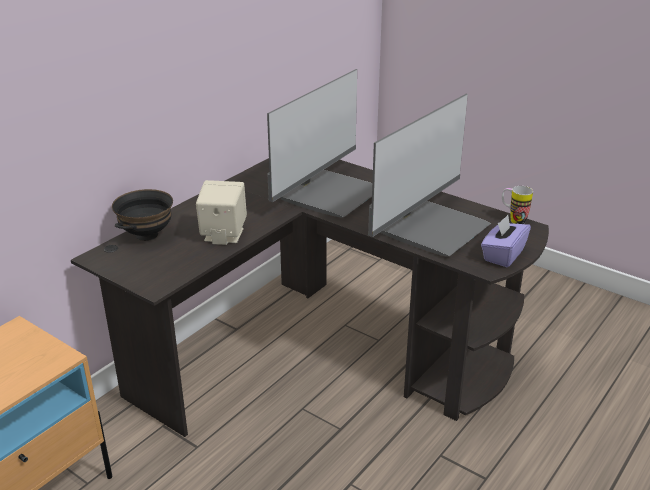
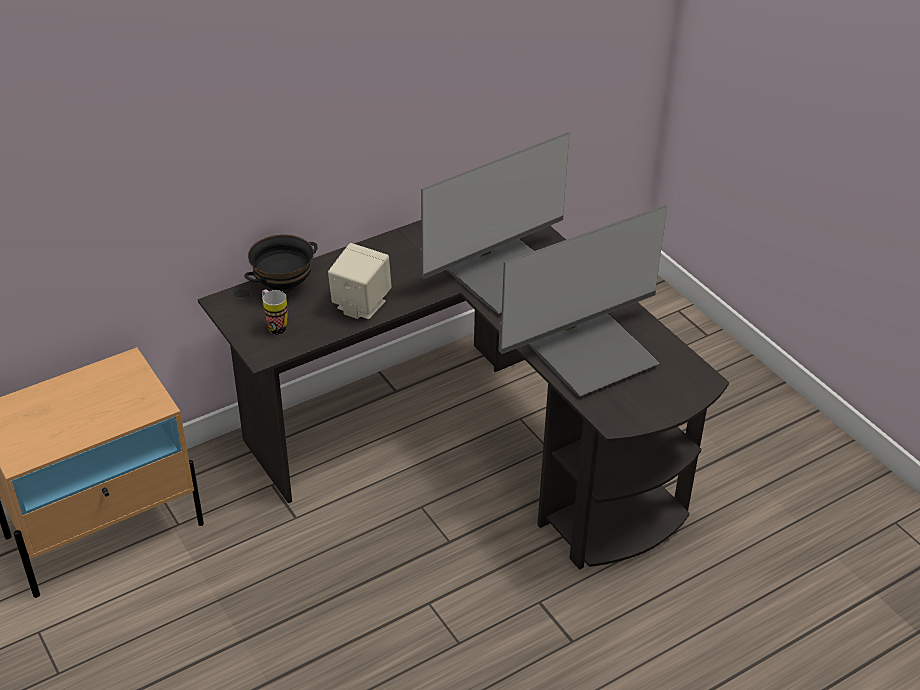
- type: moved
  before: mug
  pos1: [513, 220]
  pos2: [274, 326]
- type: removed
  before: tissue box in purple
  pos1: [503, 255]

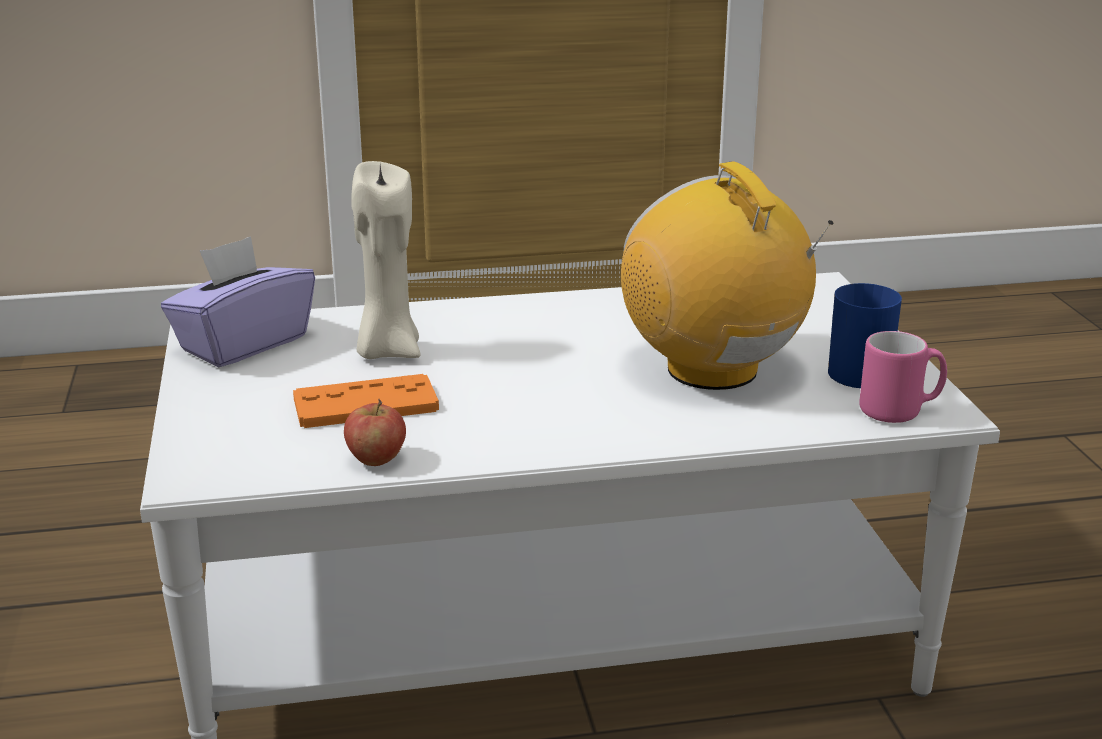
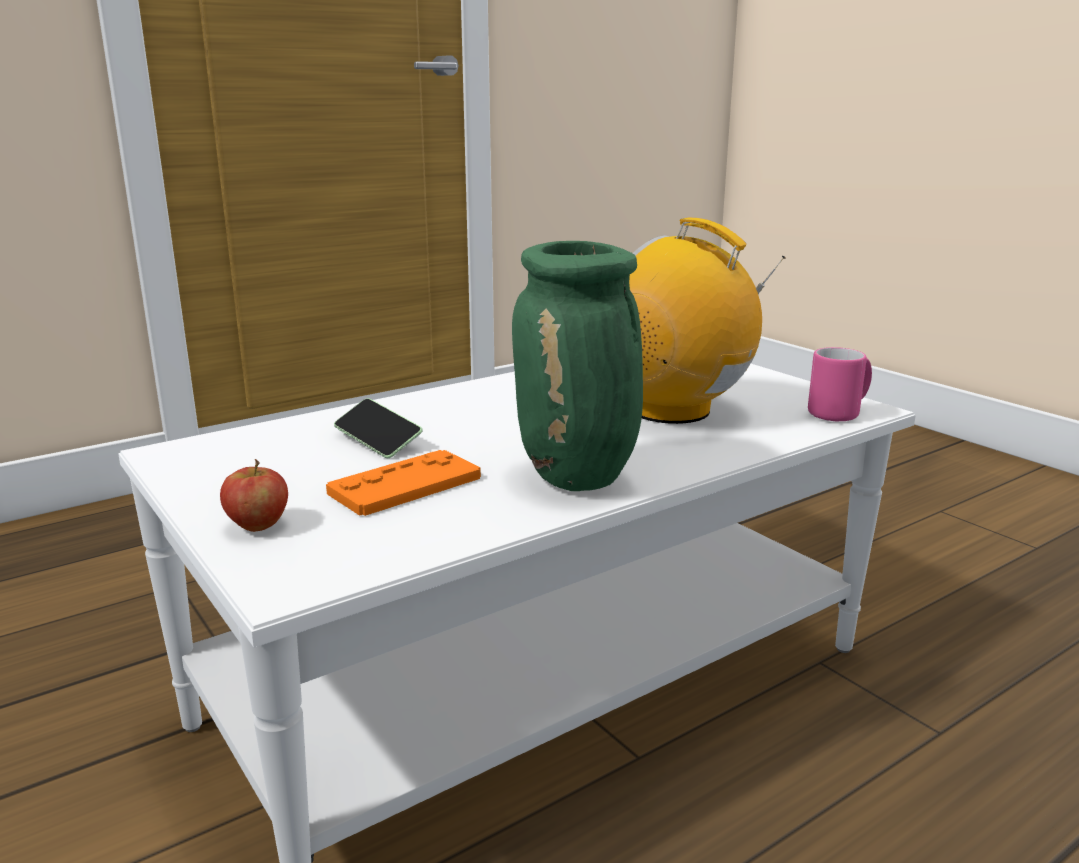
- type: moved
  before: apple
  pos1: [376, 459]
  pos2: [257, 525]
- type: replaced
  before: candle in beige
  after: phone
  pos1: [387, 351]
  pos2: [378, 441]
- type: added
  after: vase in green
  pos2: [578, 478]
- type: removed
  before: tissue box in purple
  pos1: [243, 344]
- type: removed
  before: mug in blue
  pos1: [857, 370]

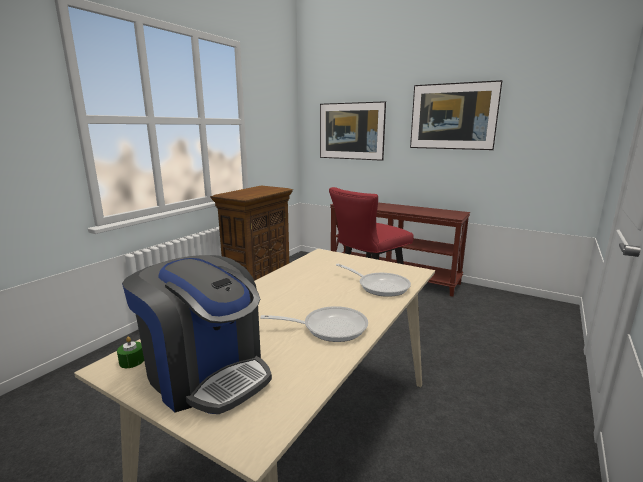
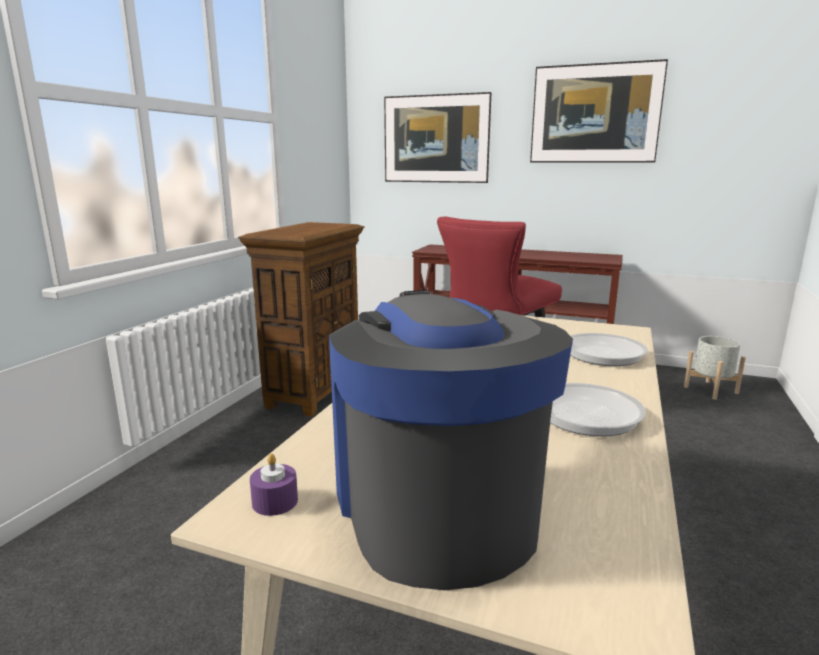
- type: recoloured
  before: candle in green
  after: candle in purple
  pos1: [132, 361]
  pos2: [275, 501]
- type: turned
  before: coffee machine
  pos1: [206, 373]
  pos2: [433, 507]
  turn: -135
- type: added
  after: planter in grey
  pos2: [710, 390]

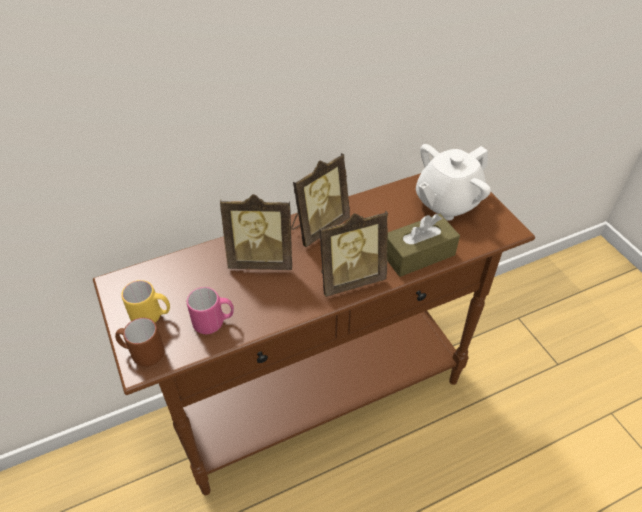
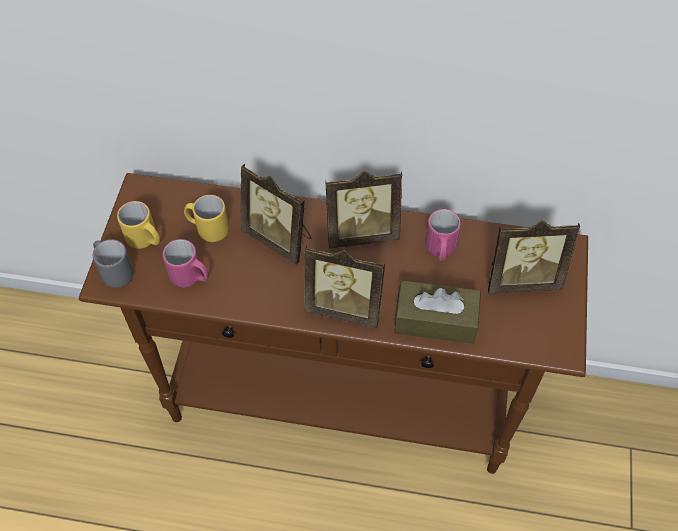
- type: recoloured
  before: mug in brown
  after: mug in grey
  pos1: [143, 353]
  pos2: [114, 271]
- type: added
  after: mug in yellow
  pos2: [208, 229]
- type: added
  after: mug in pink
  pos2: [440, 250]
- type: replaced
  before: teapot in white
  after: picture frame
  pos1: [446, 202]
  pos2: [521, 279]

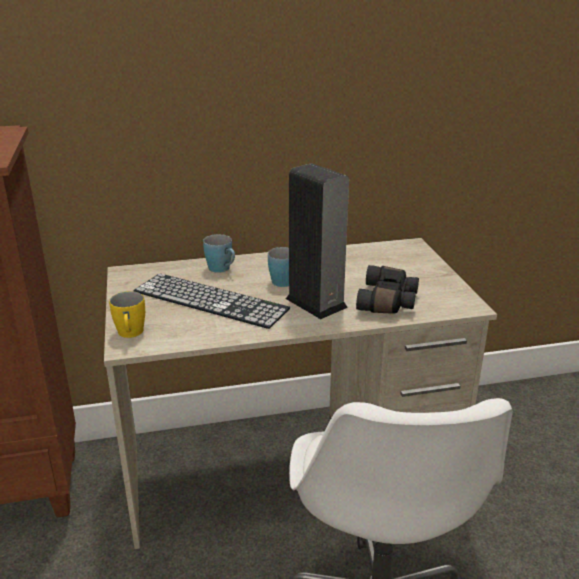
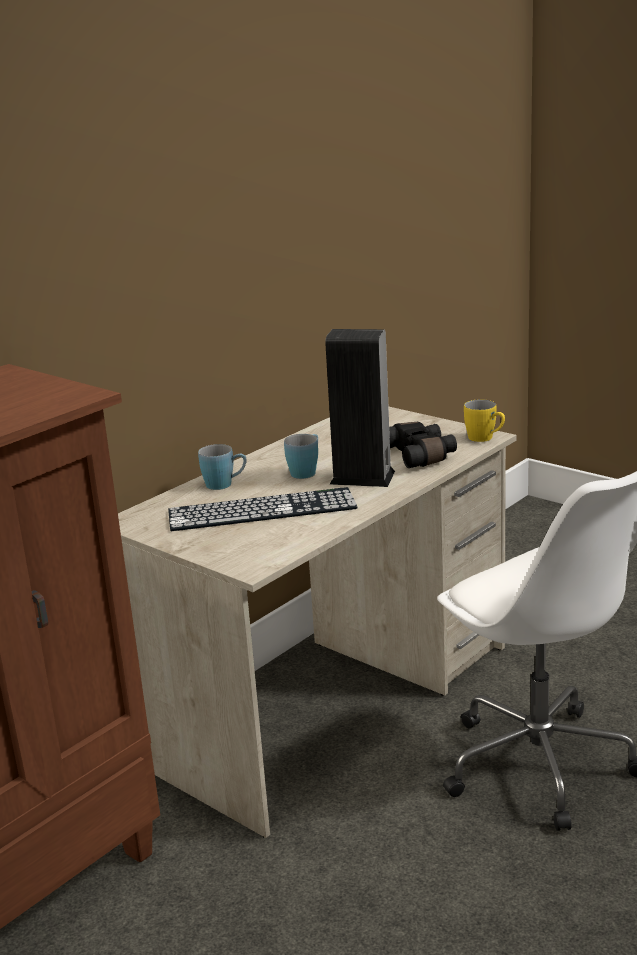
- type: moved
  before: mug in yellow
  pos1: [130, 334]
  pos2: [485, 438]

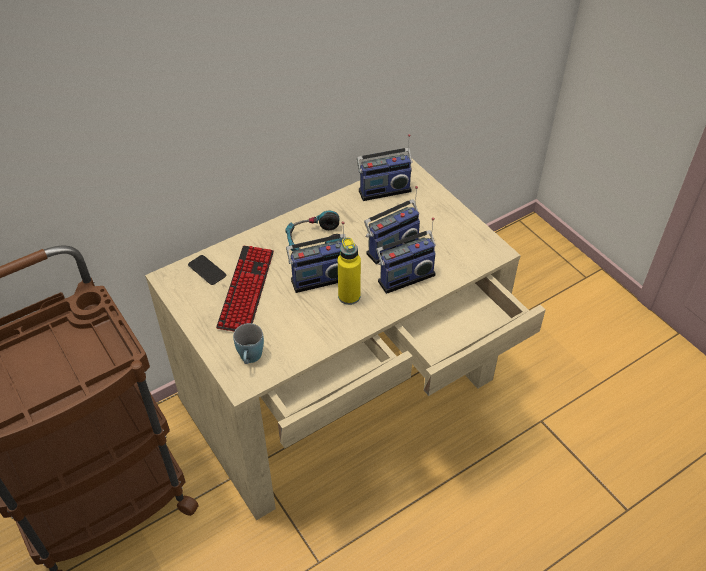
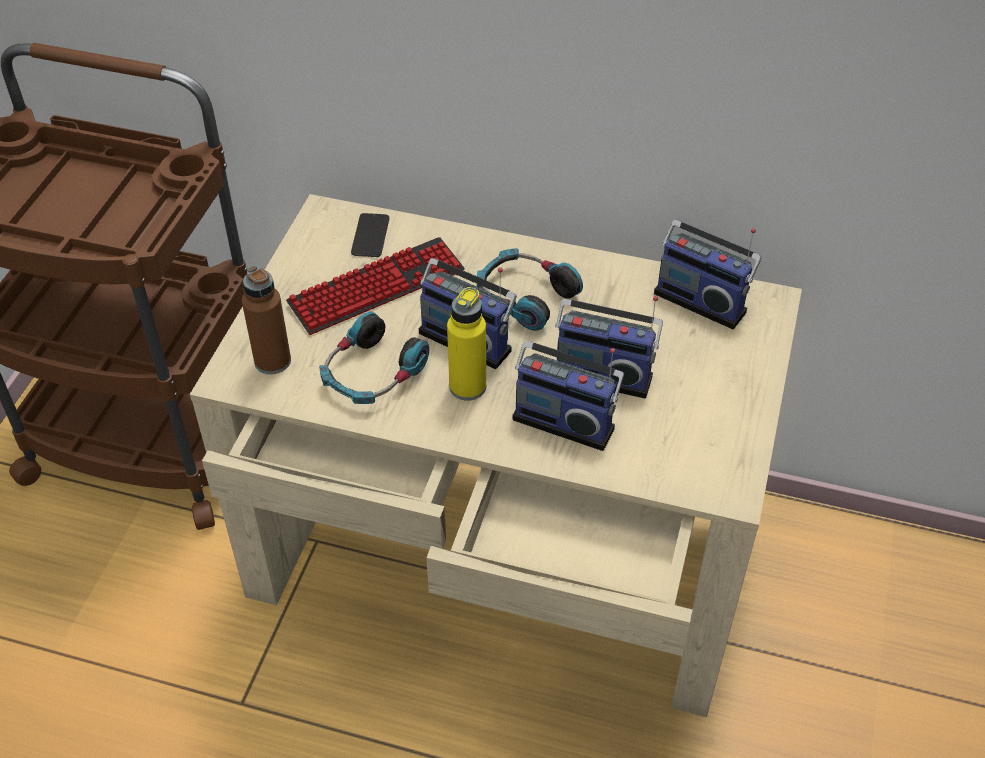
- type: replaced
  before: mug in blue
  after: bottle in brown
  pos1: [250, 359]
  pos2: [272, 361]
- type: added
  after: headphones
  pos2: [372, 373]

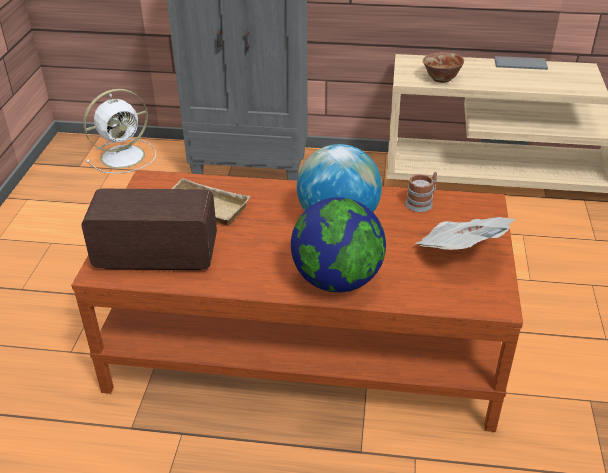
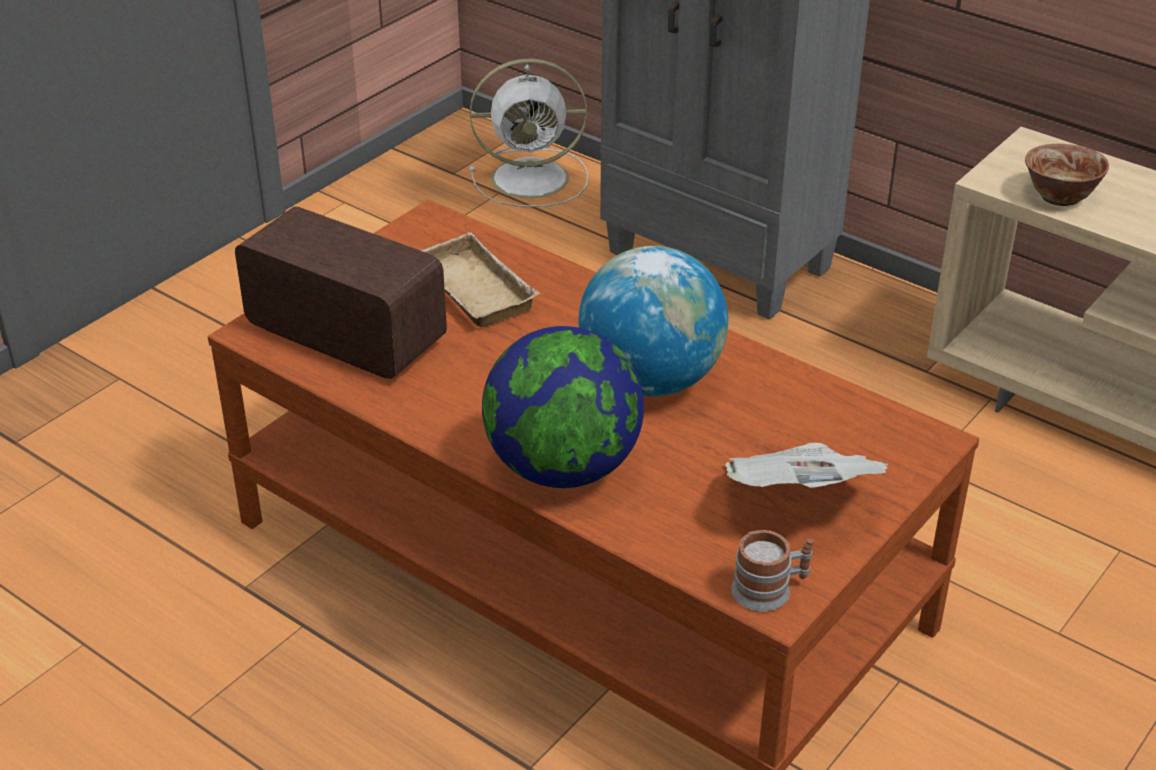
- type: moved
  before: mug
  pos1: [422, 202]
  pos2: [770, 590]

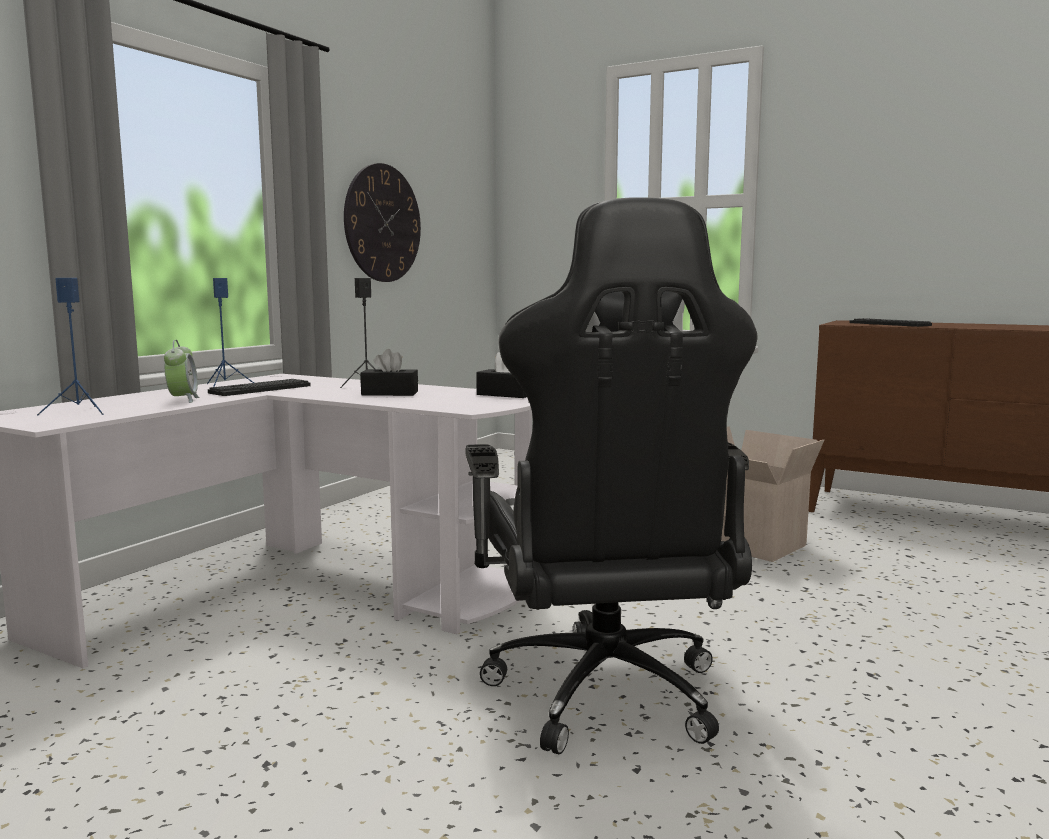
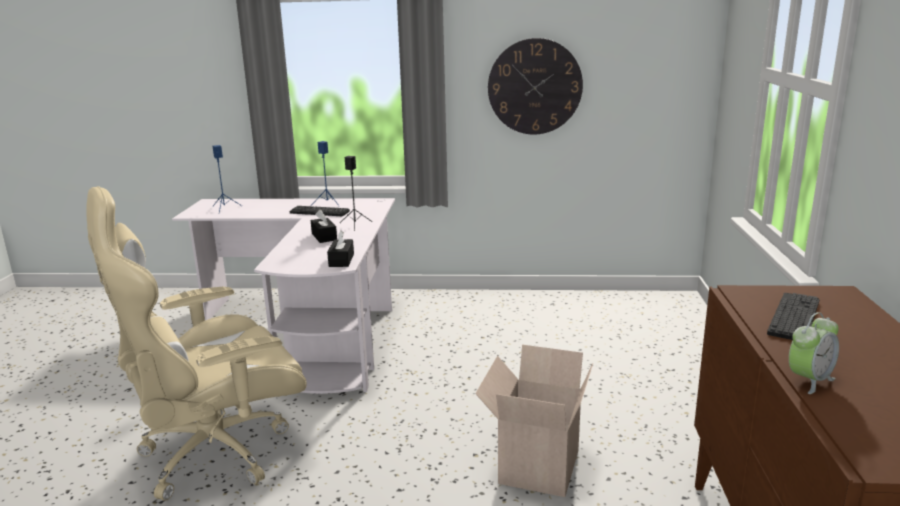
- type: recoloured
  before: office chair in black
  after: office chair in beige
  pos1: [600, 685]
  pos2: [223, 450]
- type: moved
  before: alarm clock
  pos1: [183, 400]
  pos2: [809, 380]

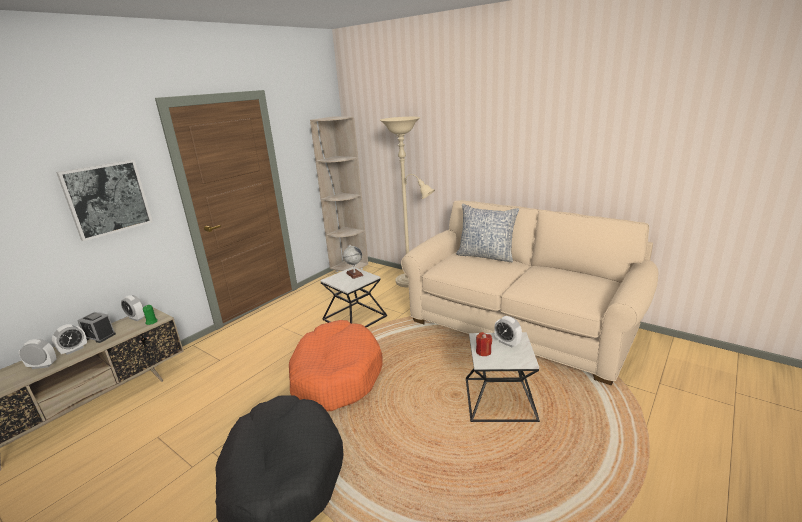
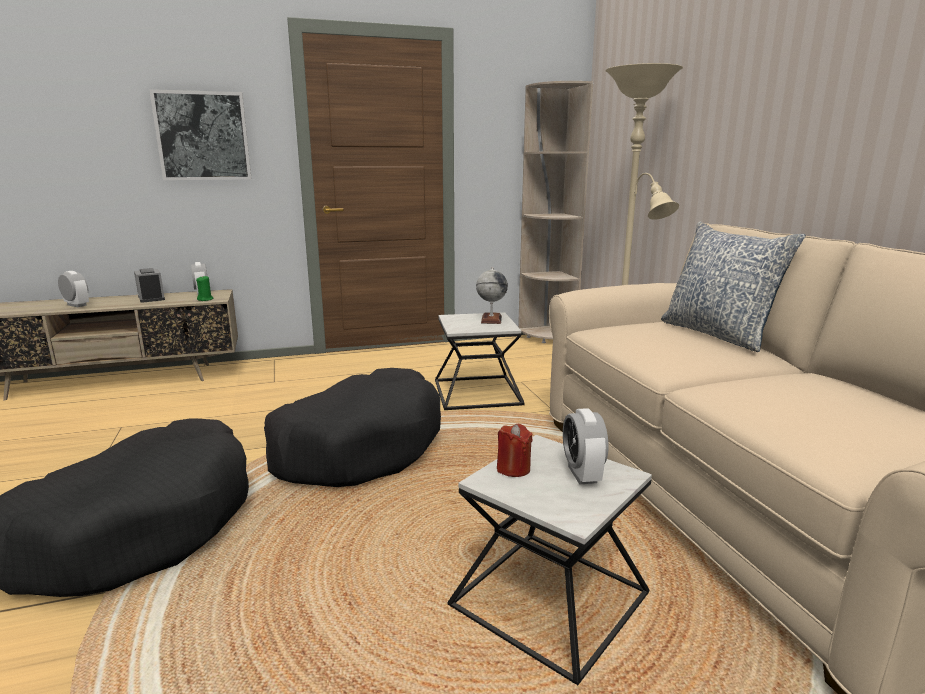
- type: recoloured
  before: dog bed in orange
  after: dog bed in black
  pos1: [335, 375]
  pos2: [358, 446]
- type: removed
  before: alarm clock
  pos1: [74, 350]

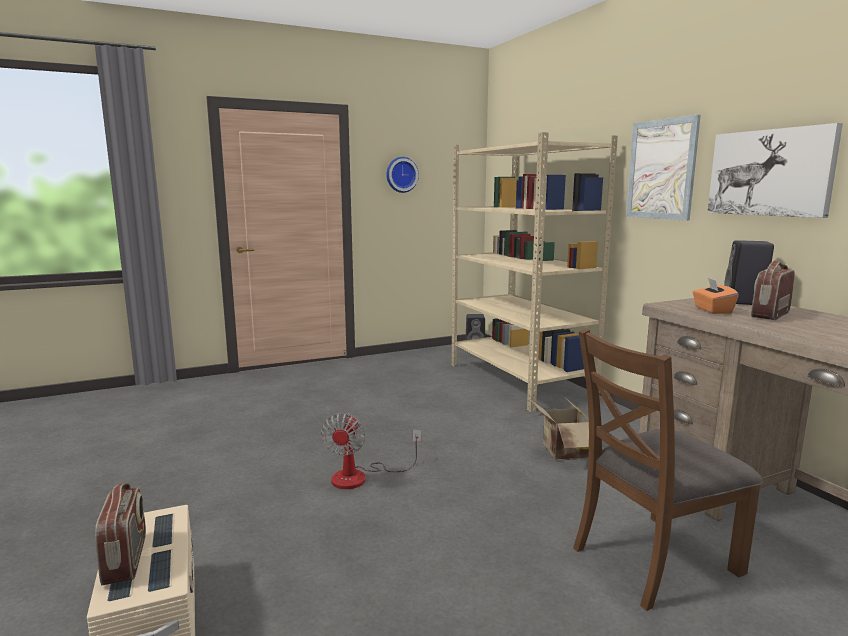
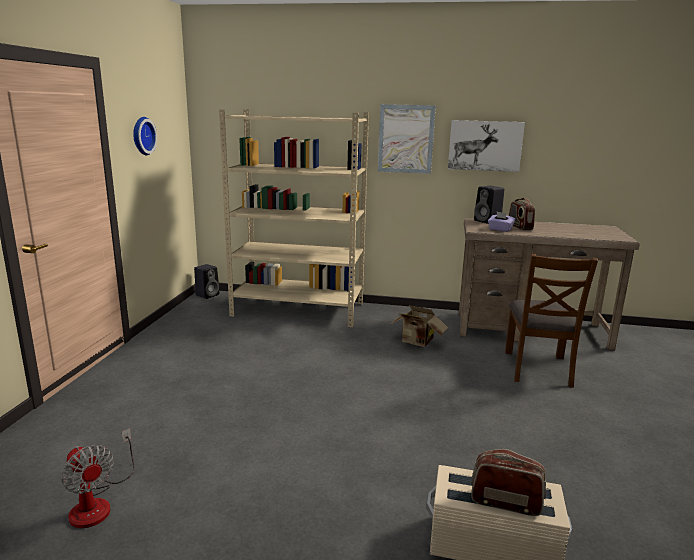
- type: moved
  before: fan
  pos1: [361, 477]
  pos2: [98, 503]
- type: recoloured
  before: tissue box in orange
  after: tissue box in purple
  pos1: [712, 310]
  pos2: [500, 230]

